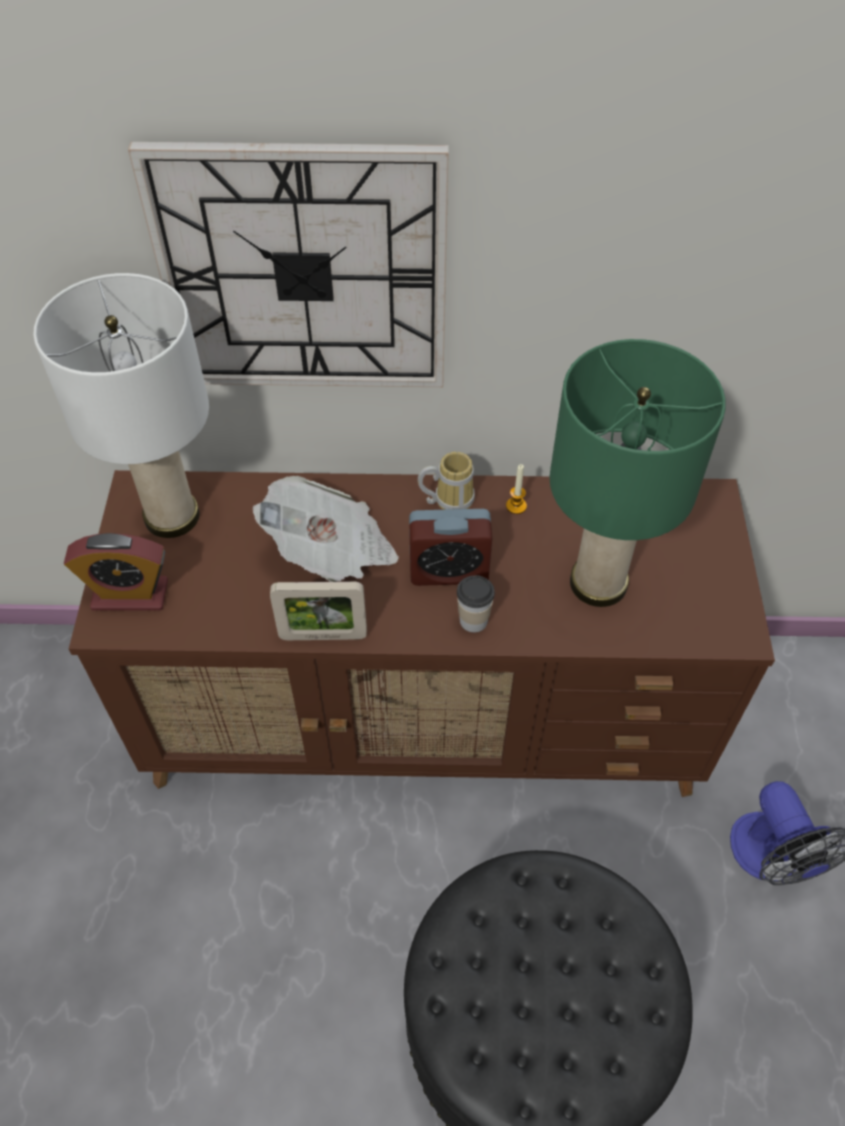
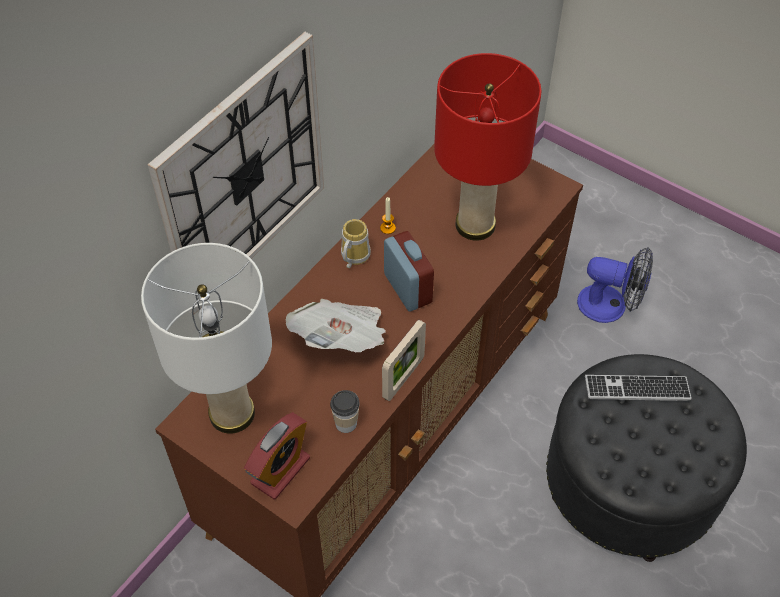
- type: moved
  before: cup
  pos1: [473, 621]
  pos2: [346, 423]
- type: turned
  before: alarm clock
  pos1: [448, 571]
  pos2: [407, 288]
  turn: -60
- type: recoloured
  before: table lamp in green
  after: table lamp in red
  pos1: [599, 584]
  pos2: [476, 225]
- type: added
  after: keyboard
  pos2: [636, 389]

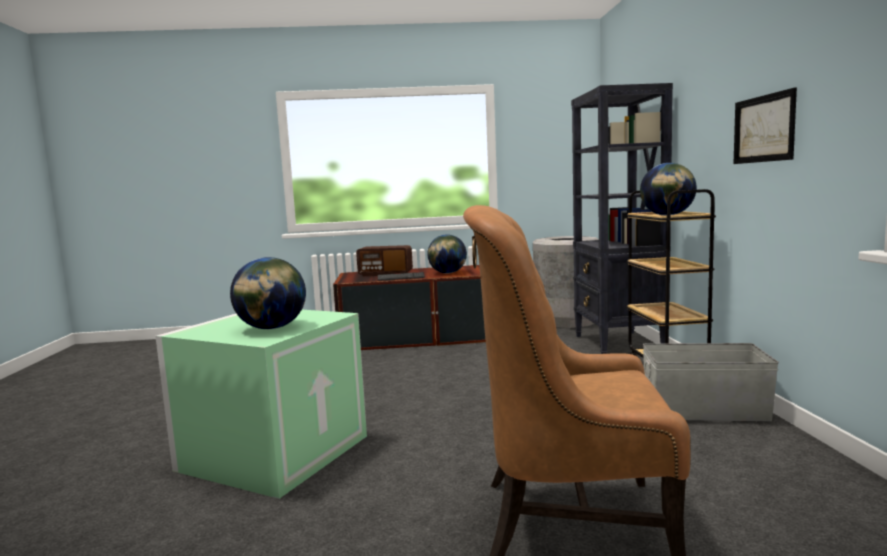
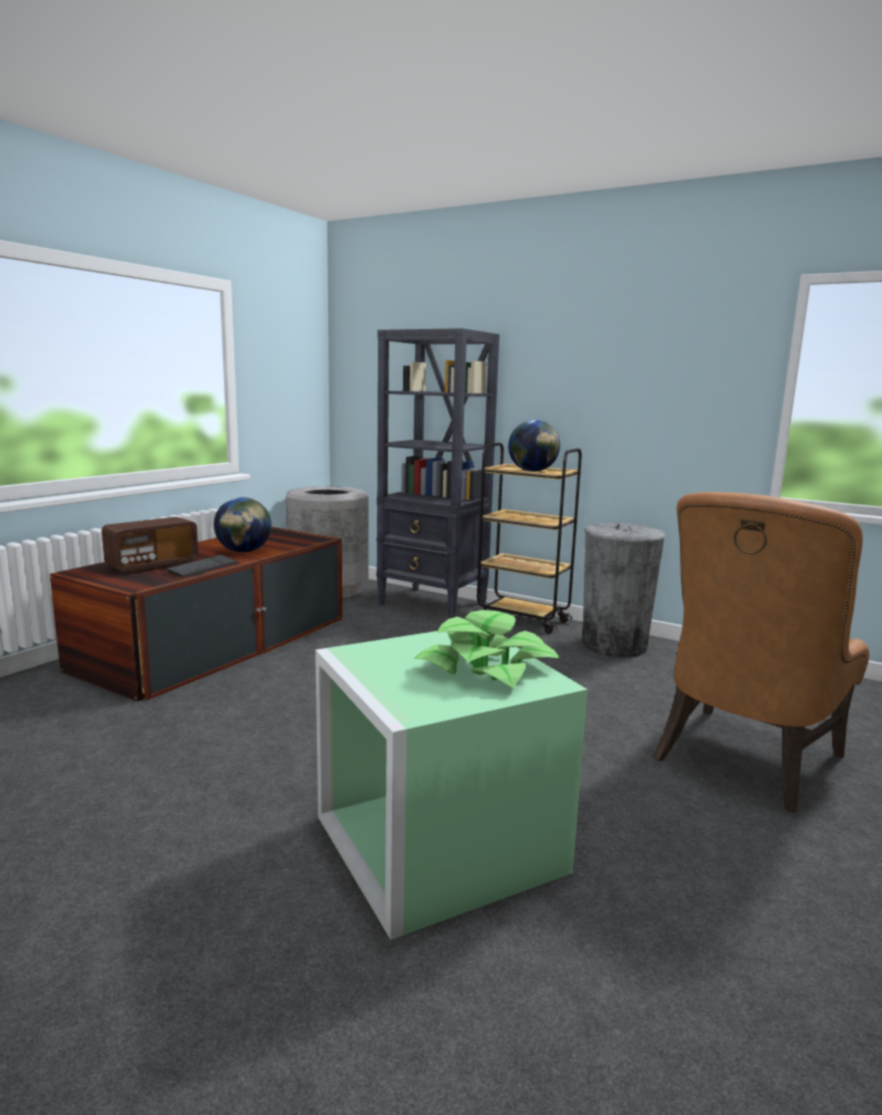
- type: replaced
  before: globe
  after: potted plant
  pos1: [272, 328]
  pos2: [486, 668]
- type: replaced
  before: storage box in grey
  after: trash can in grey
  pos1: [705, 410]
  pos2: [614, 645]
- type: removed
  before: picture
  pos1: [763, 129]

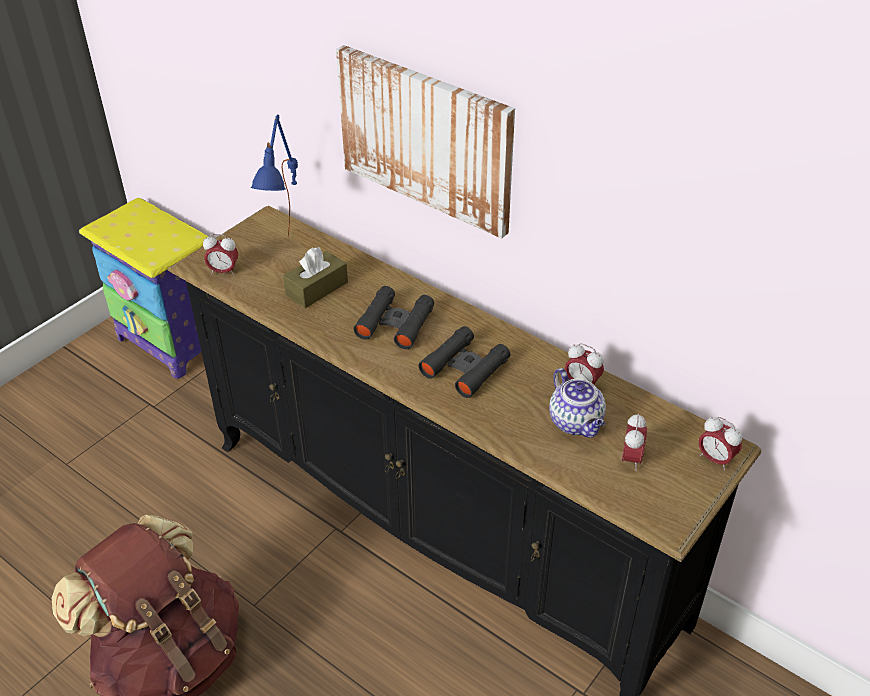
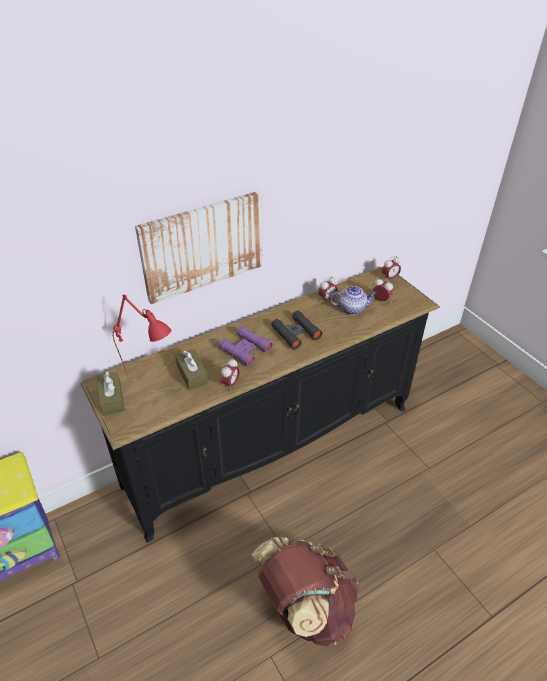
- type: added
  after: tissue box in brown
  pos2: [112, 399]
- type: recoloured
  before: table lamp in blue
  after: table lamp in red
  pos1: [290, 257]
  pos2: [151, 380]
- type: recoloured
  before: binoculars in black
  after: binoculars in purple
  pos1: [395, 323]
  pos2: [245, 349]
- type: moved
  before: alarm clock
  pos1: [224, 271]
  pos2: [230, 384]

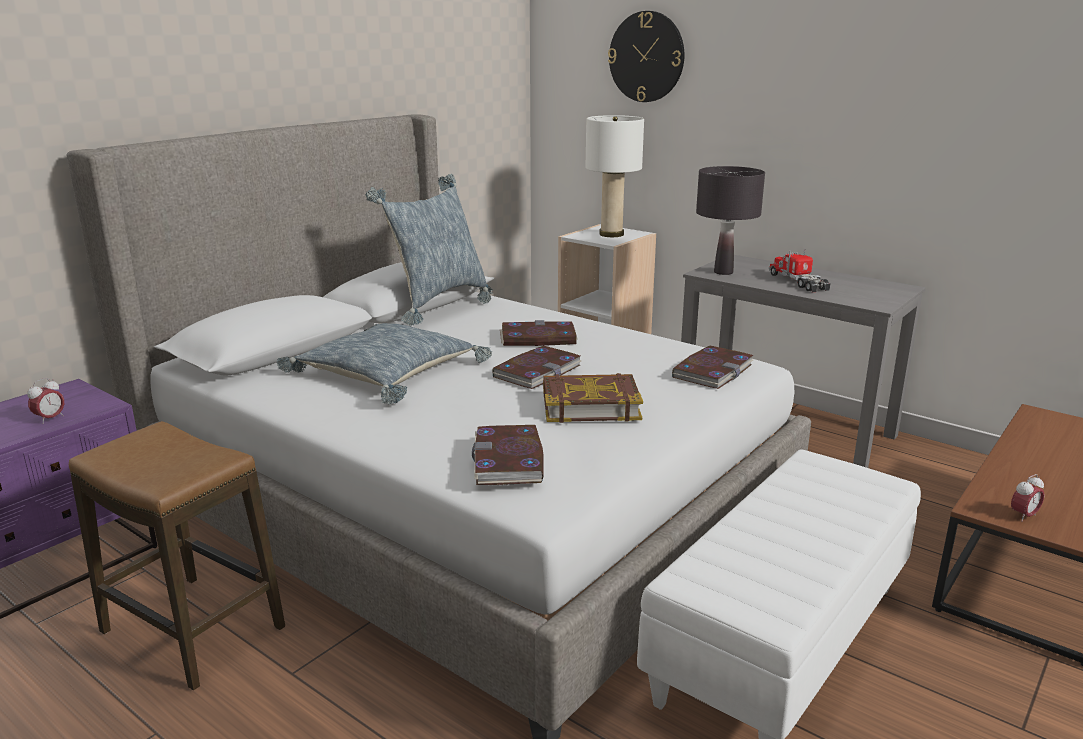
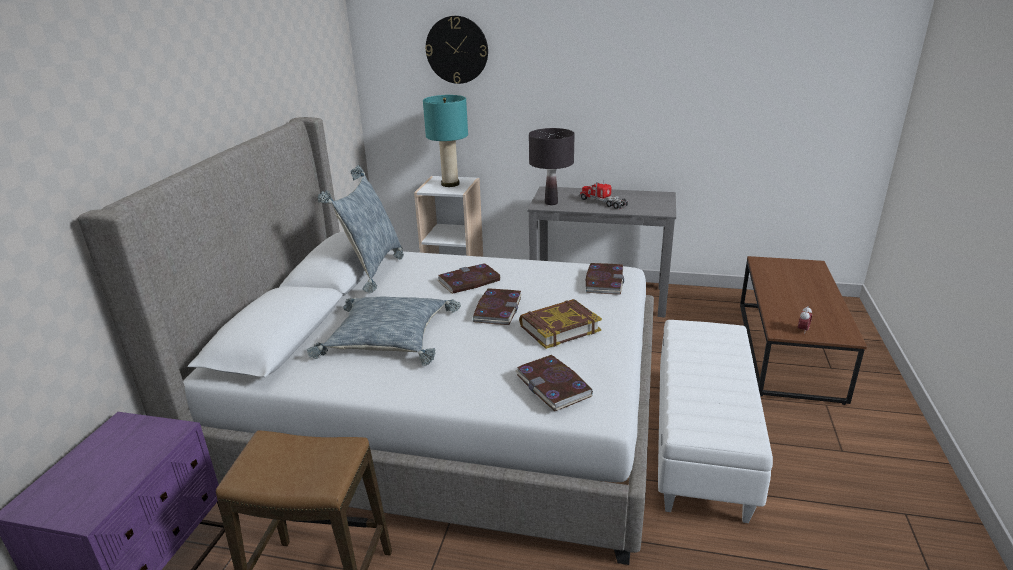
- type: recoloured
  before: table lamp in white
  after: table lamp in turquoise
  pos1: [611, 234]
  pos2: [450, 184]
- type: removed
  before: alarm clock
  pos1: [50, 419]

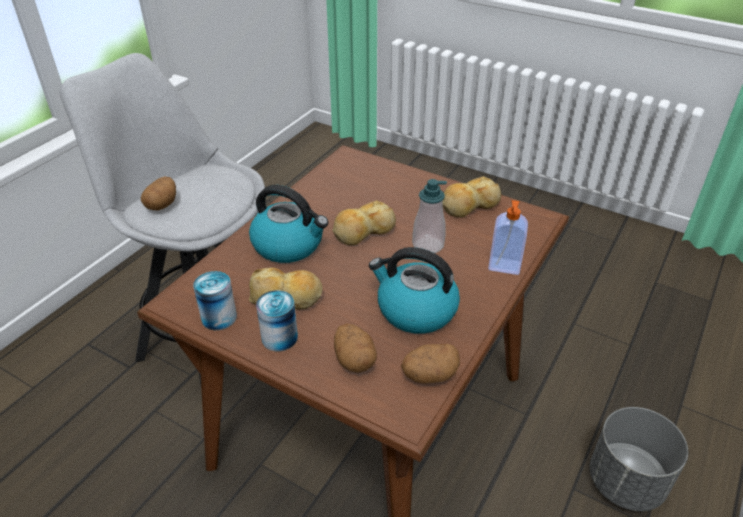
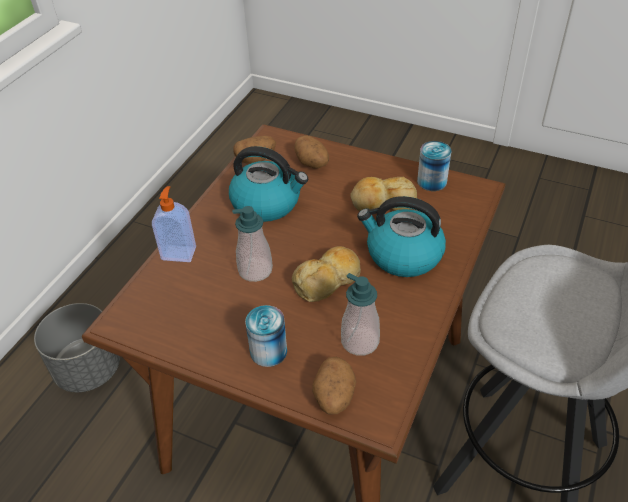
- type: moved
  before: can
  pos1: [279, 337]
  pos2: [268, 351]
- type: moved
  before: potato
  pos1: [162, 204]
  pos2: [334, 397]
- type: added
  after: soap dispenser
  pos2: [360, 341]
- type: removed
  before: bread
  pos1: [468, 205]

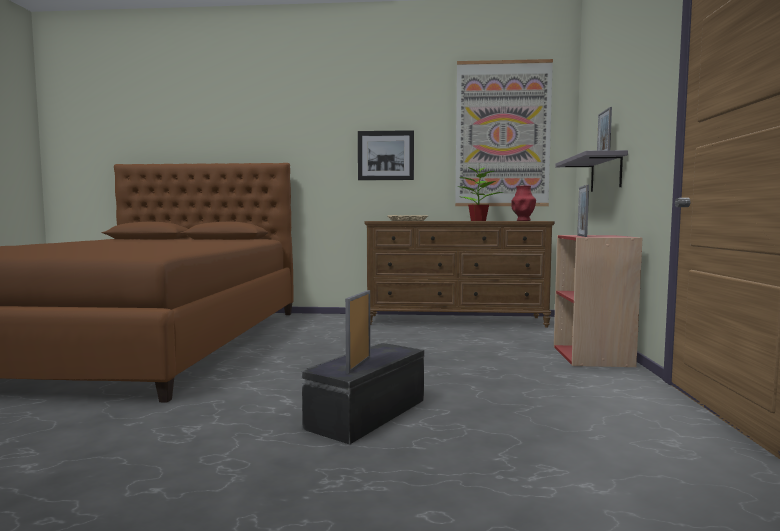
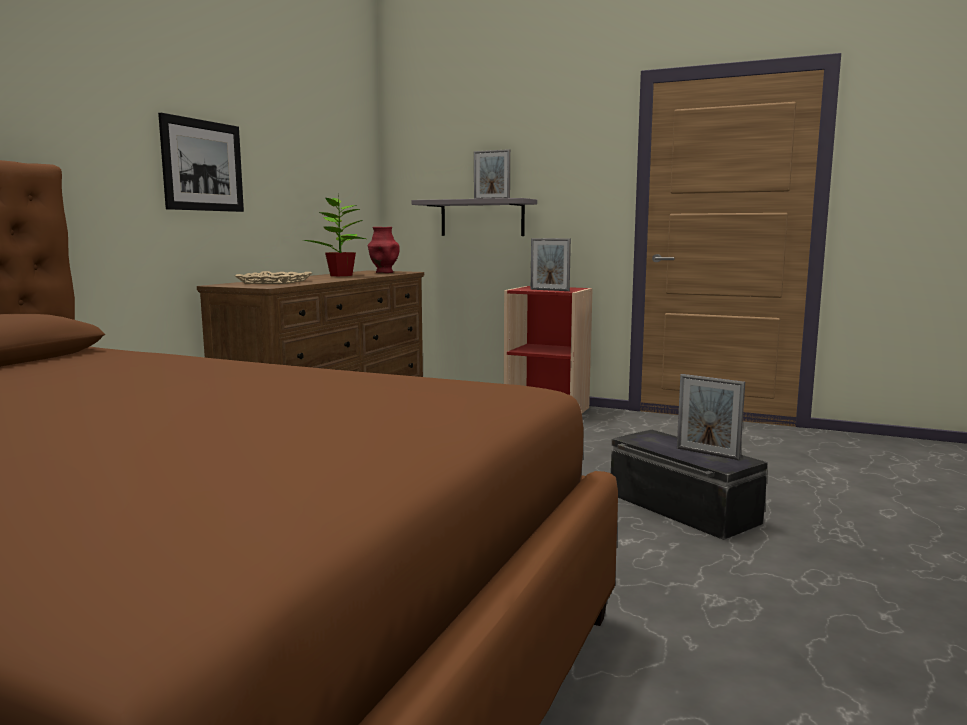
- type: removed
  before: picture
  pos1: [502, 134]

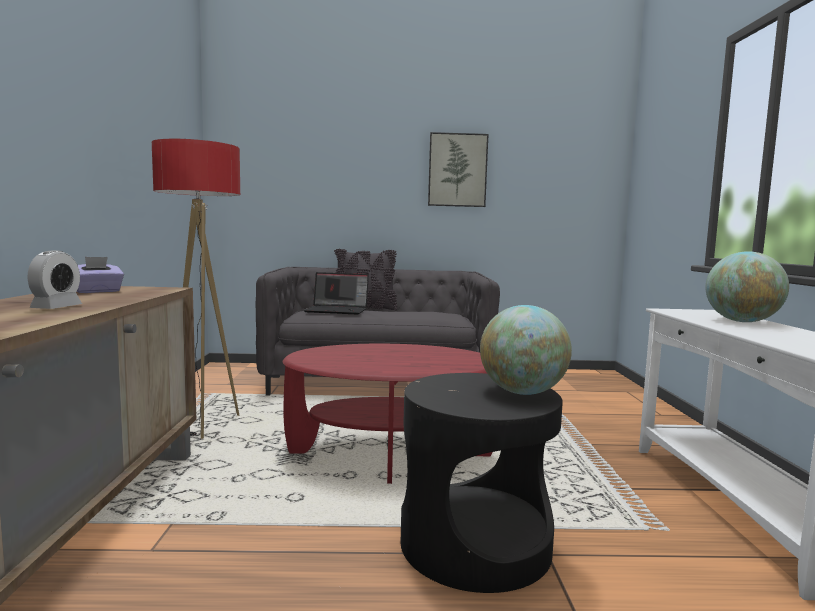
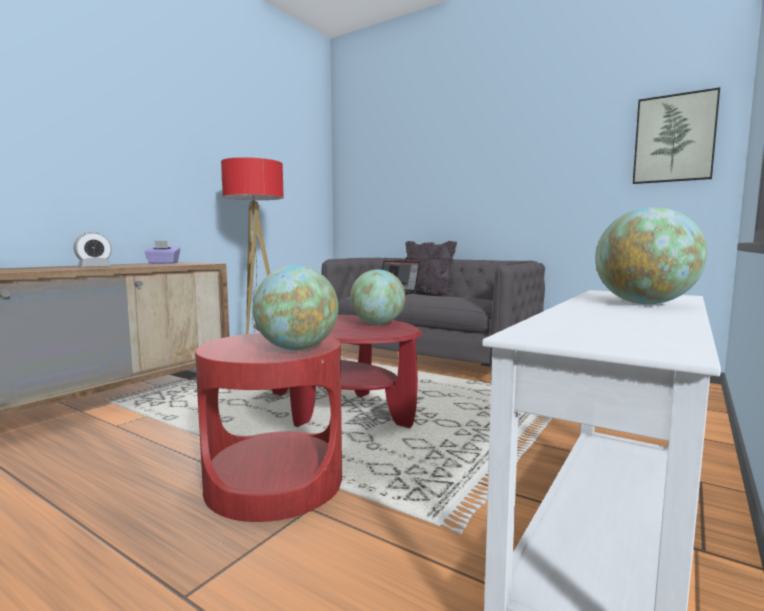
- type: recoloured
  before: side table in black
  after: side table in red
  pos1: [475, 544]
  pos2: [274, 482]
- type: added
  after: globe
  pos2: [377, 324]
- type: moved
  before: picture
  pos1: [457, 170]
  pos2: [674, 139]

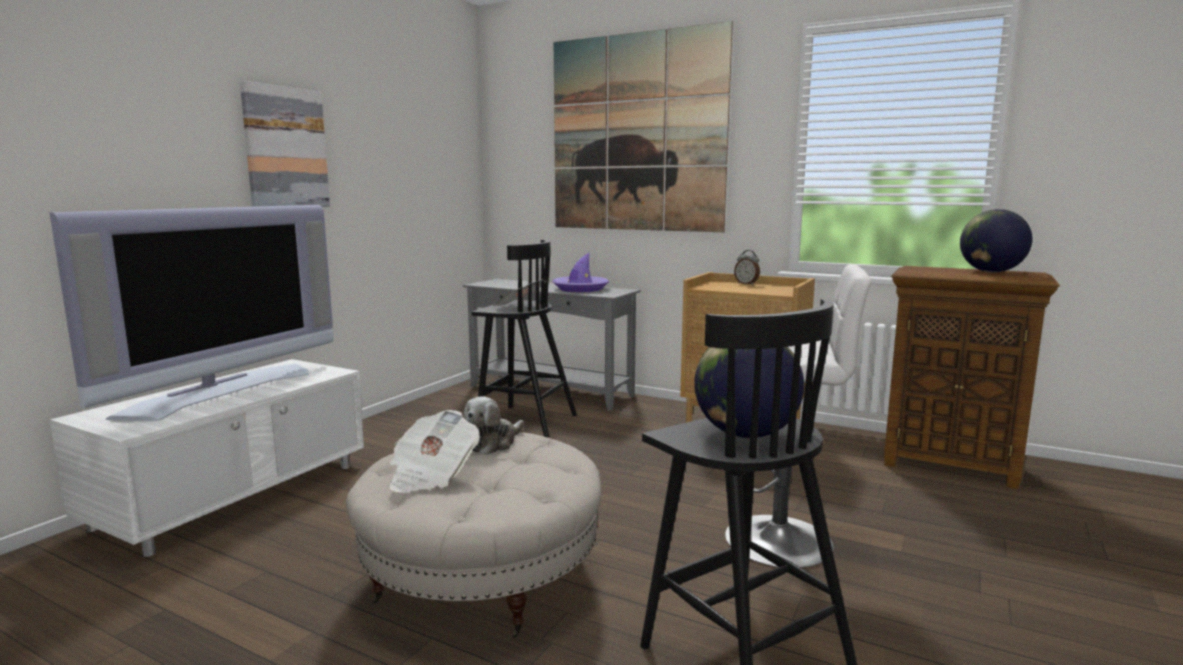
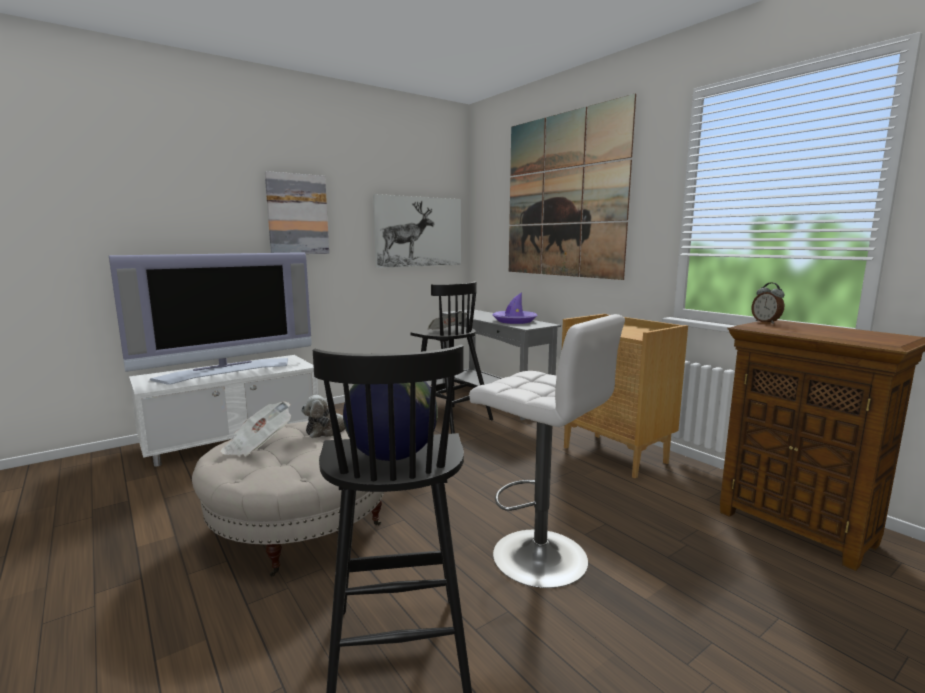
- type: added
  after: picture
  pos2: [419, 232]
- type: moved
  before: alarm clock
  pos1: [746, 284]
  pos2: [766, 322]
- type: removed
  before: globe
  pos1: [991, 272]

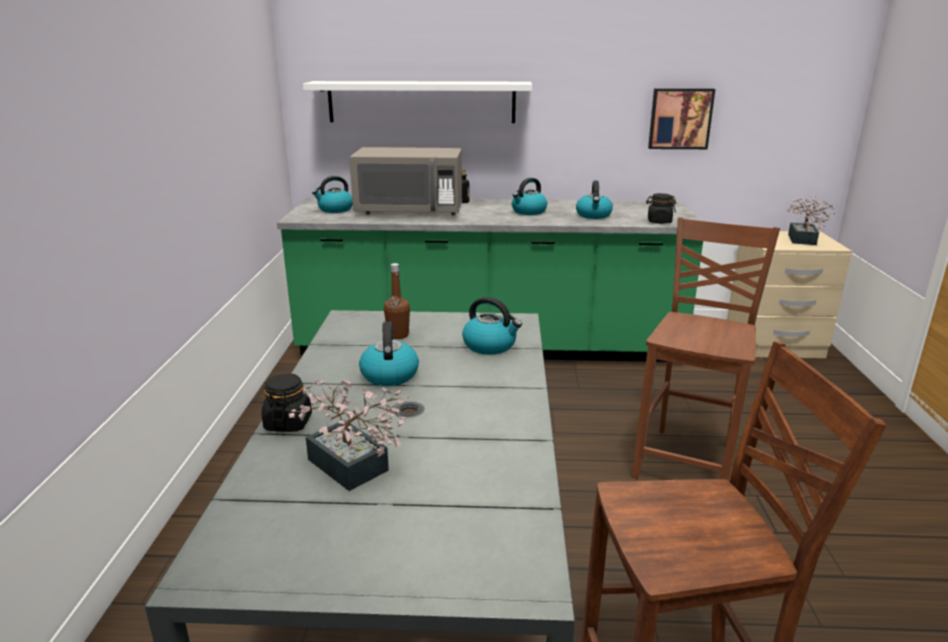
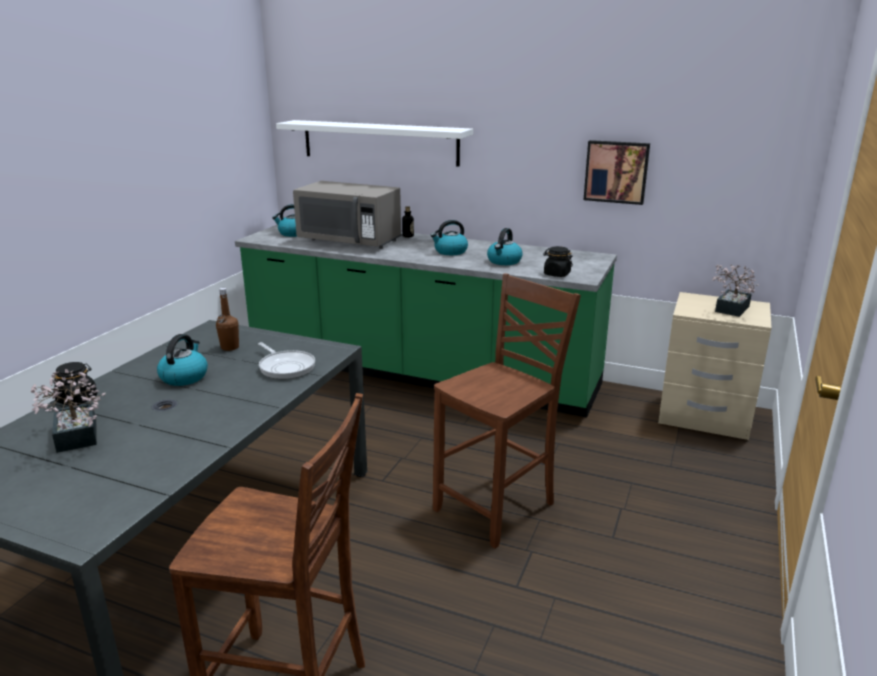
- type: replaced
  before: kettle
  after: frying pan
  pos1: [490, 346]
  pos2: [285, 367]

